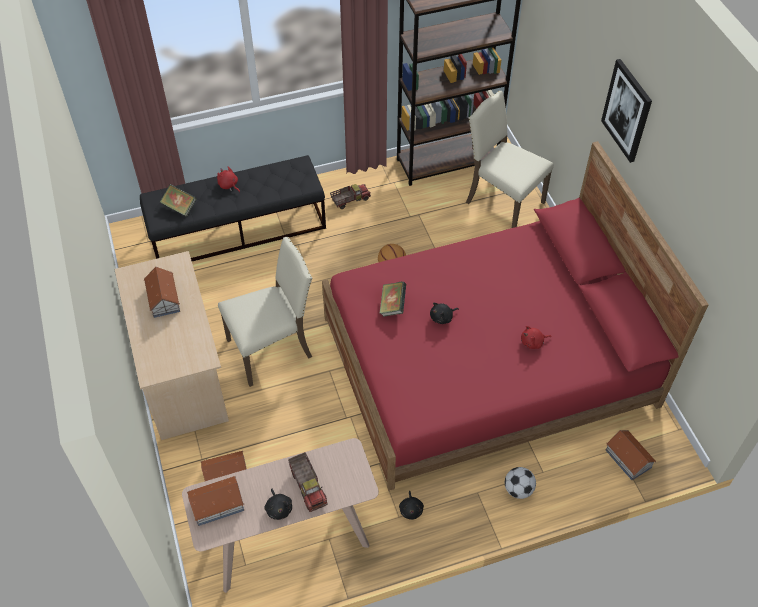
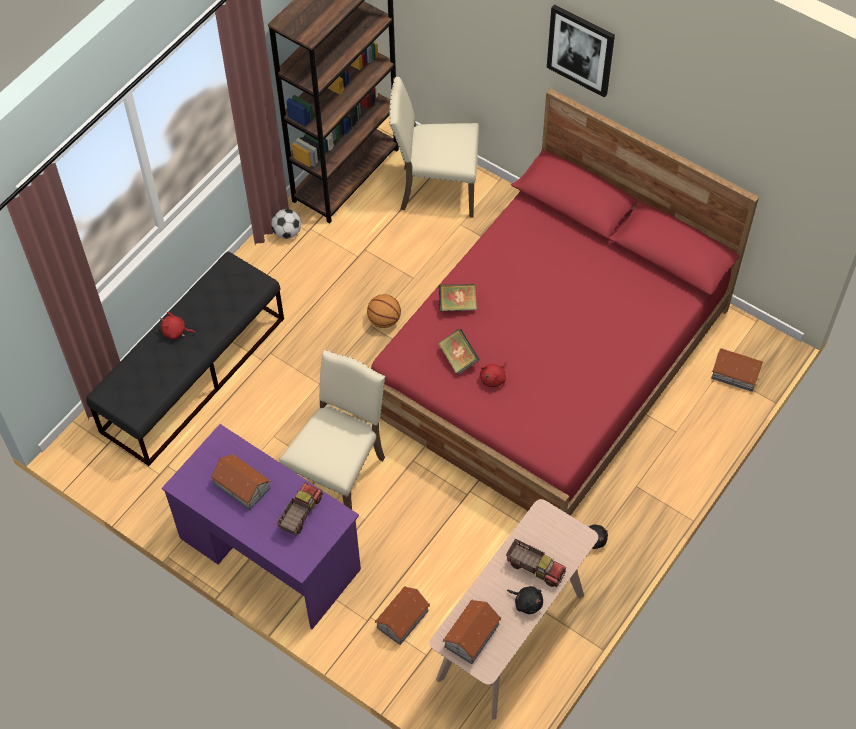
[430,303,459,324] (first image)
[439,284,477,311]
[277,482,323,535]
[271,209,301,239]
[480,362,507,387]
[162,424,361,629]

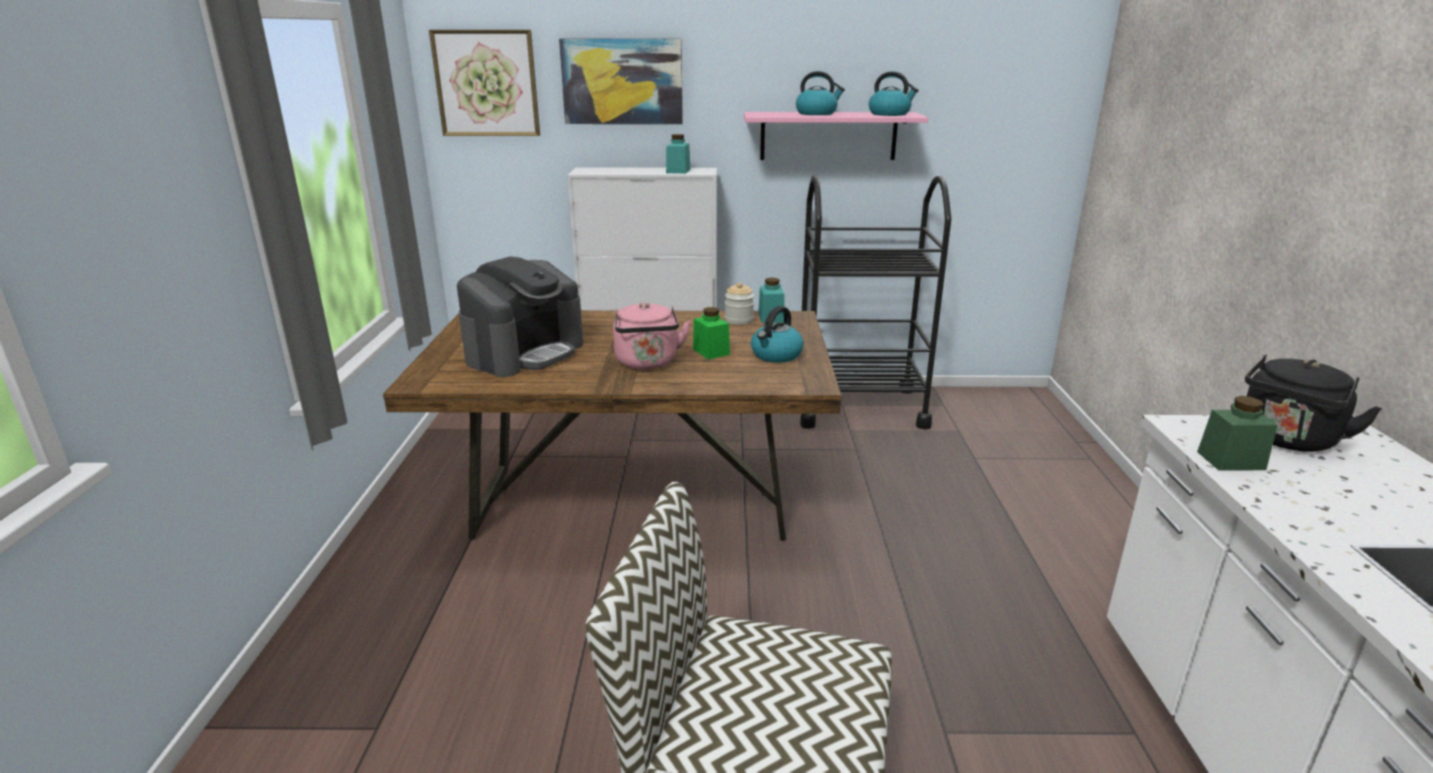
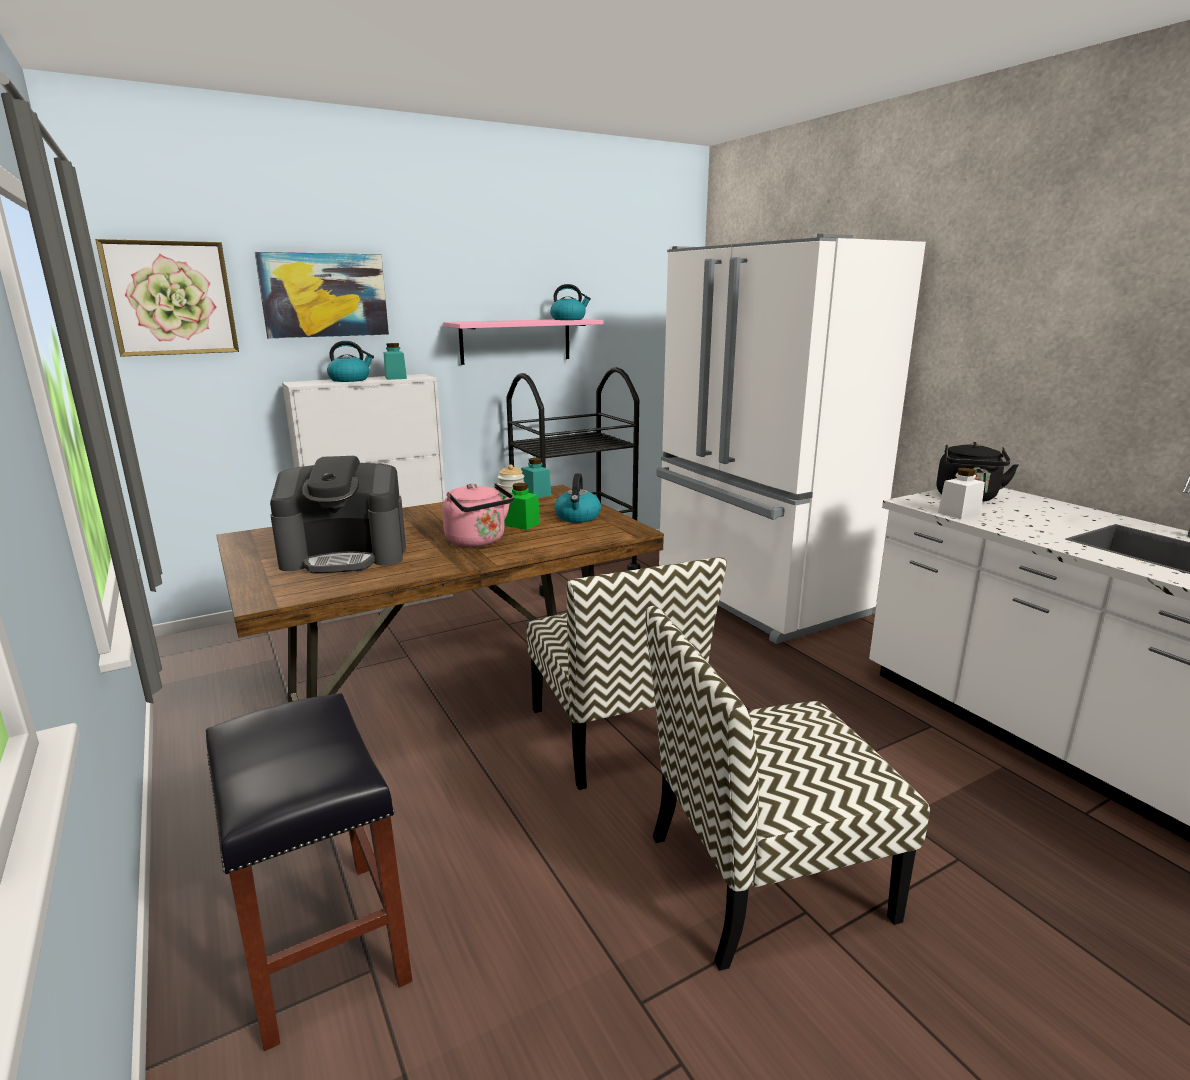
[206,693,412,1051]
[527,557,727,790]
[656,234,926,644]
[327,341,374,382]
[938,468,985,519]
[270,456,406,574]

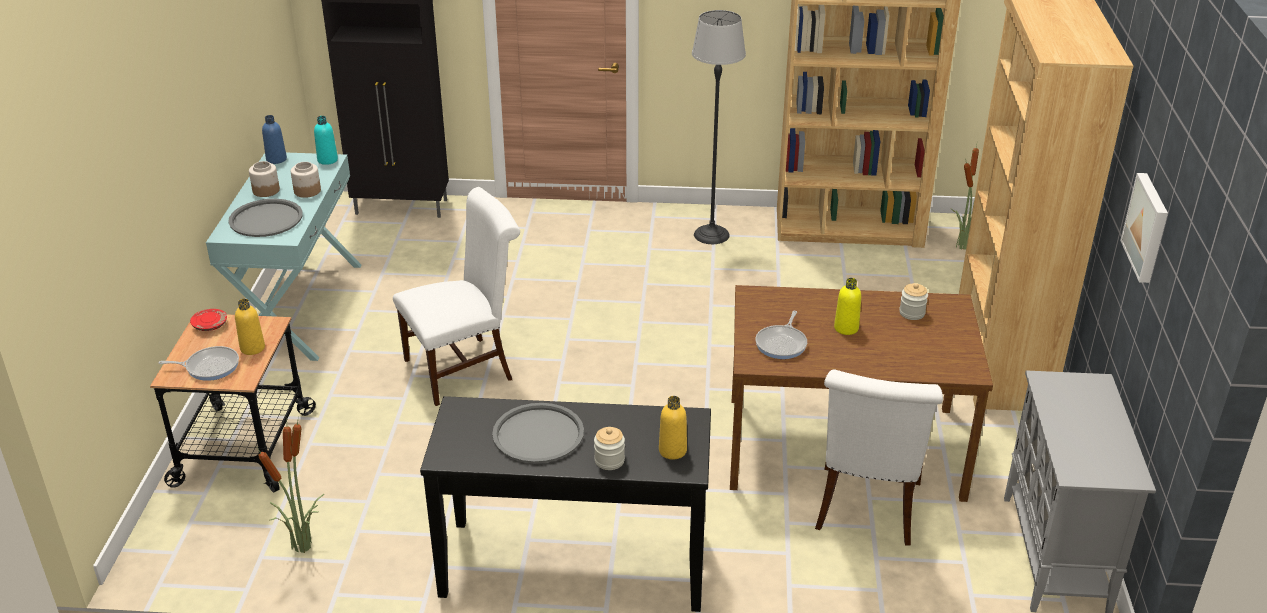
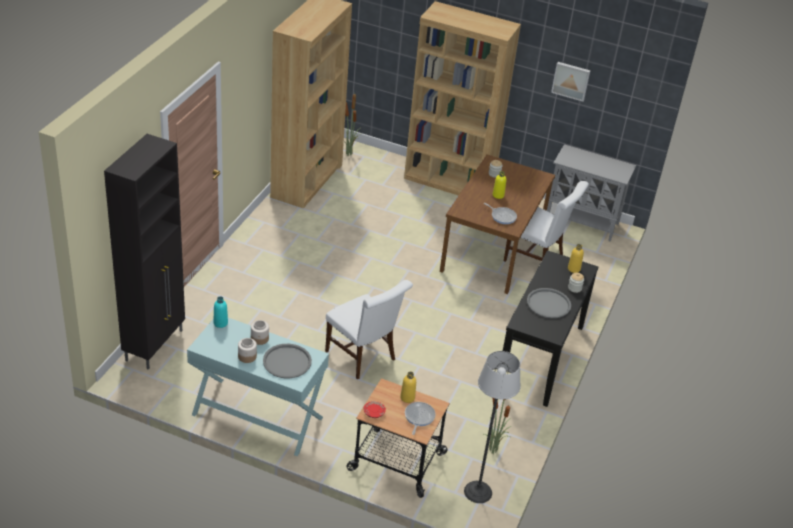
[262,115,287,164] (first image)
[464,351,521,503]
[325,280,413,379]

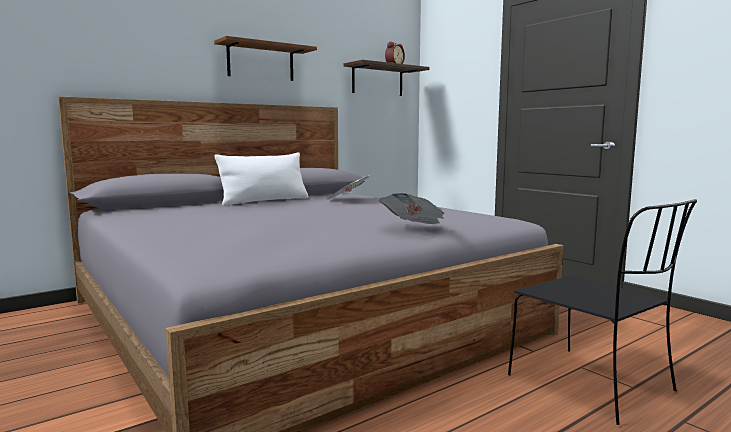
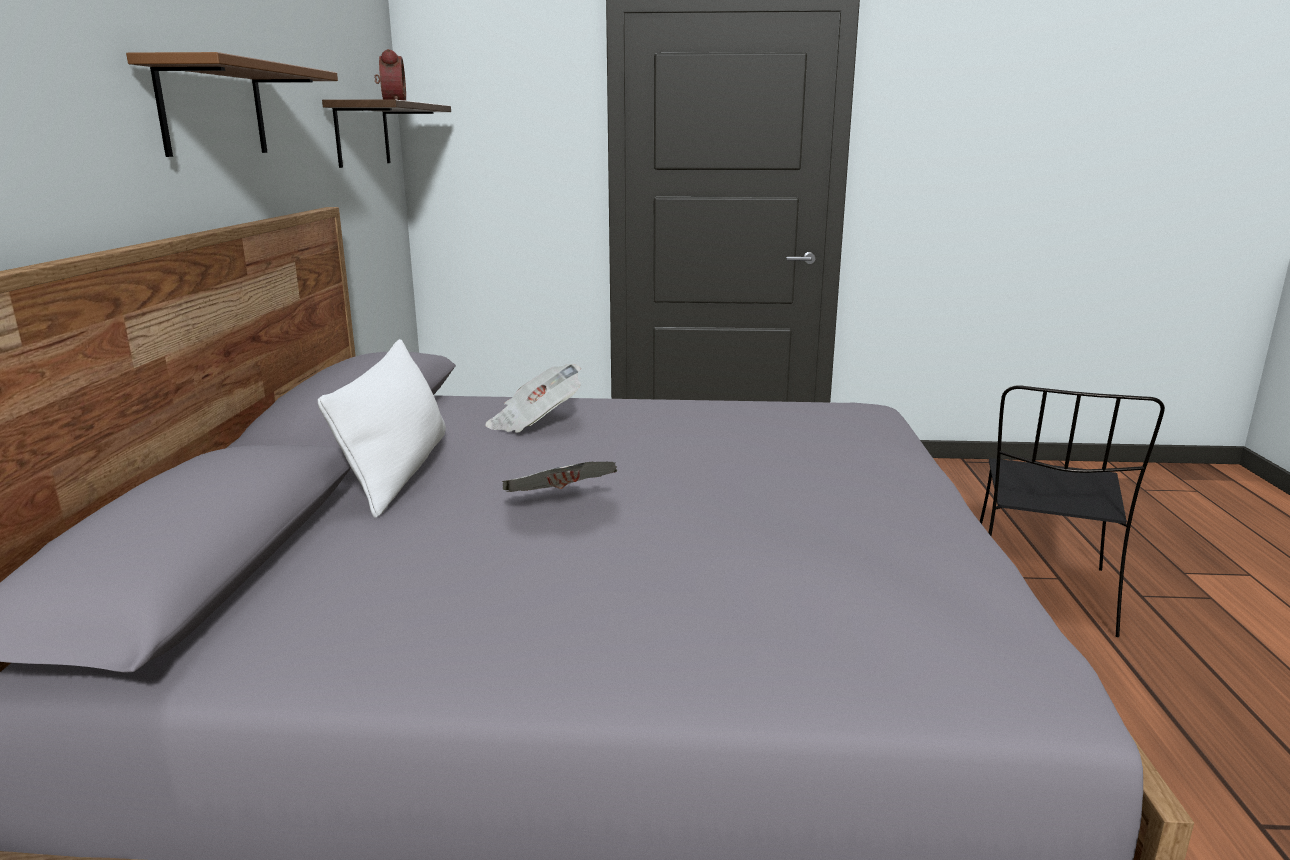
[502,462,618,492]
[980,385,1165,637]

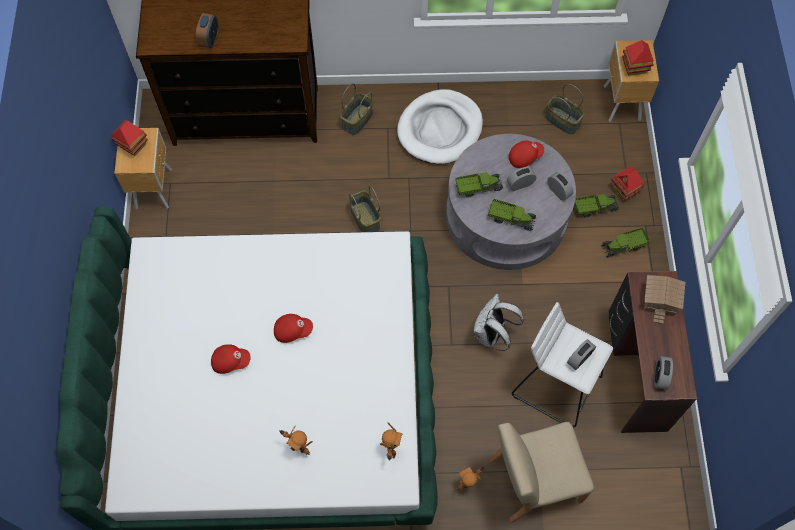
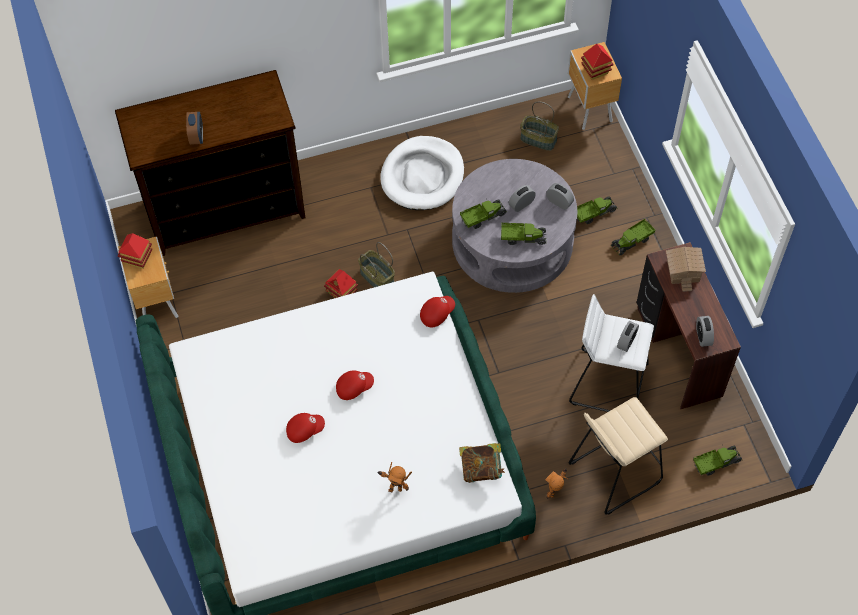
[340,83,373,135] (first image)
[474,294,523,351] (first image)
[693,446,742,475]
[420,296,455,328]
[324,269,358,298]
[459,443,505,483]
[569,397,668,515]

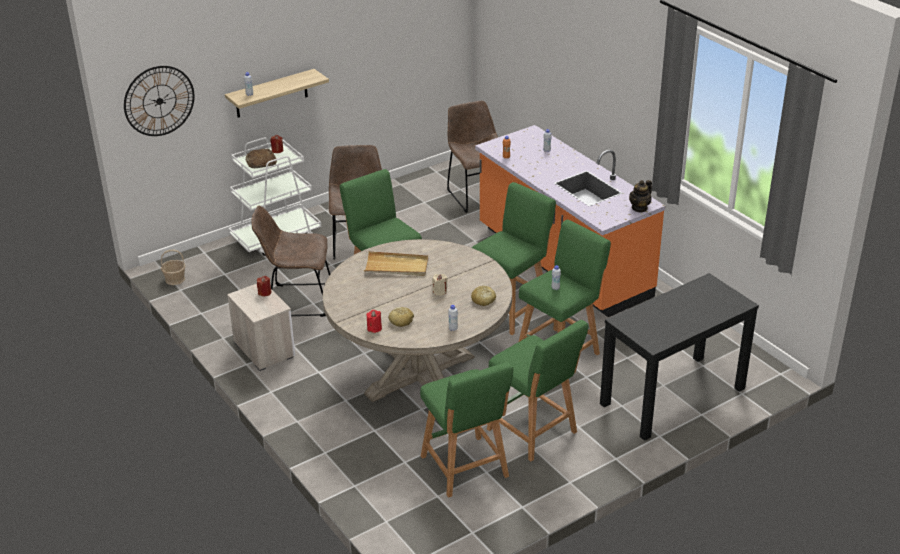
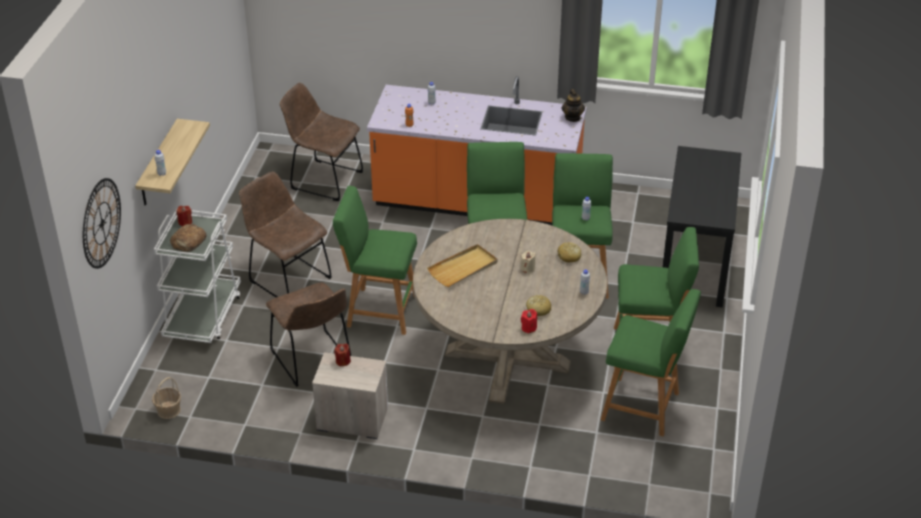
[266,283,351,387]

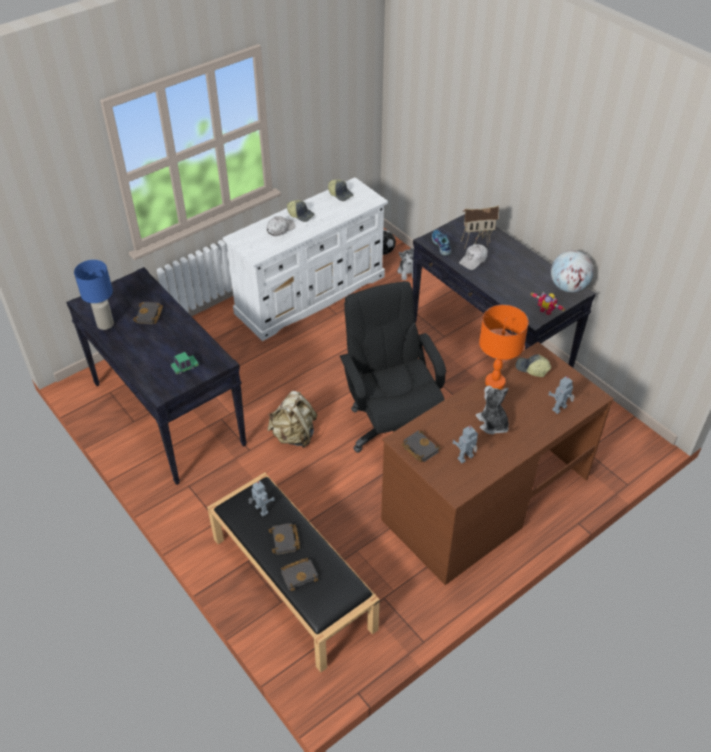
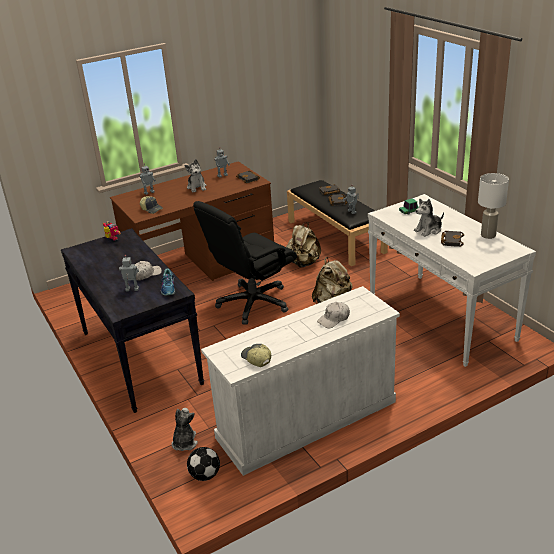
[287,200,315,222] (first image)
[479,305,529,389] (first image)
[551,250,594,292] (first image)
[286,222,321,268]
[414,199,444,237]
[119,255,139,291]
[368,194,536,367]
[478,173,509,239]
[193,201,297,325]

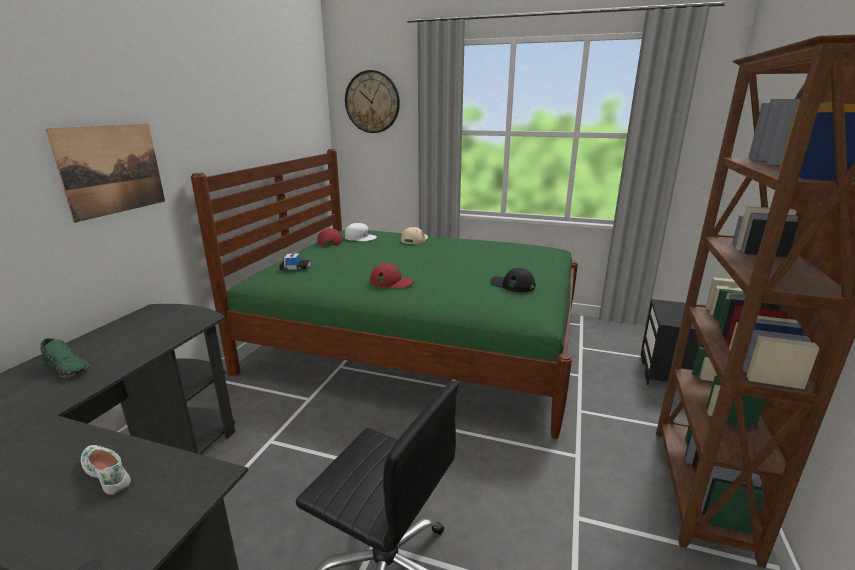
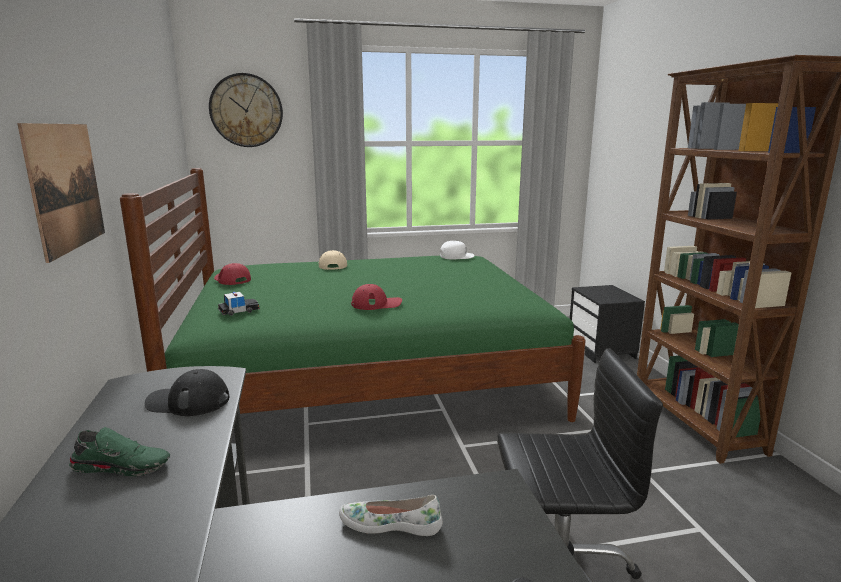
[440,241,475,259]
[145,369,230,416]

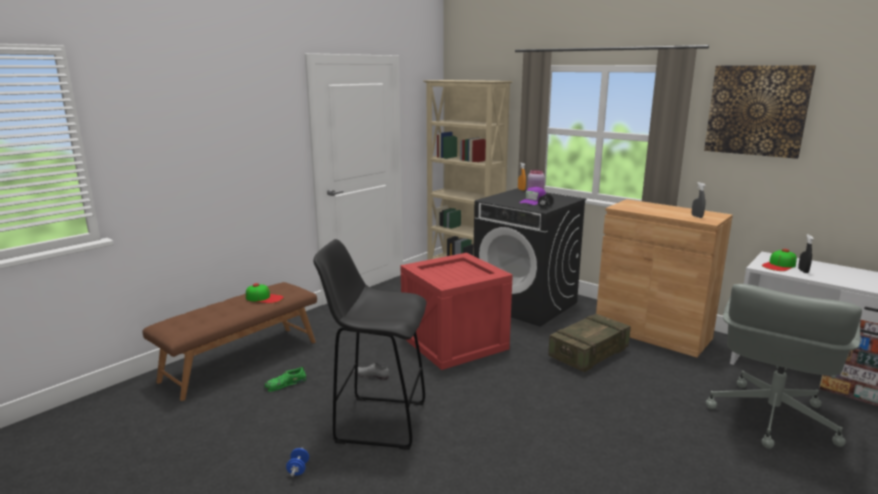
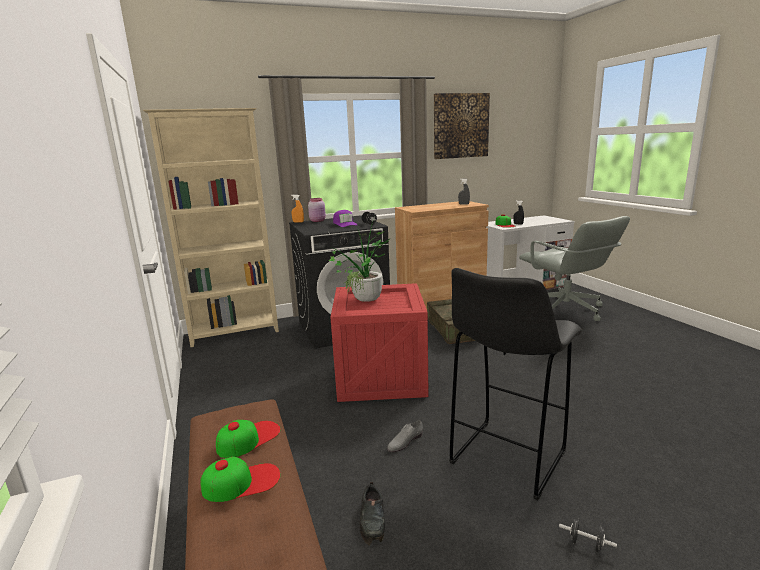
[201,457,280,502]
[329,215,390,302]
[360,482,385,546]
[559,518,617,552]

